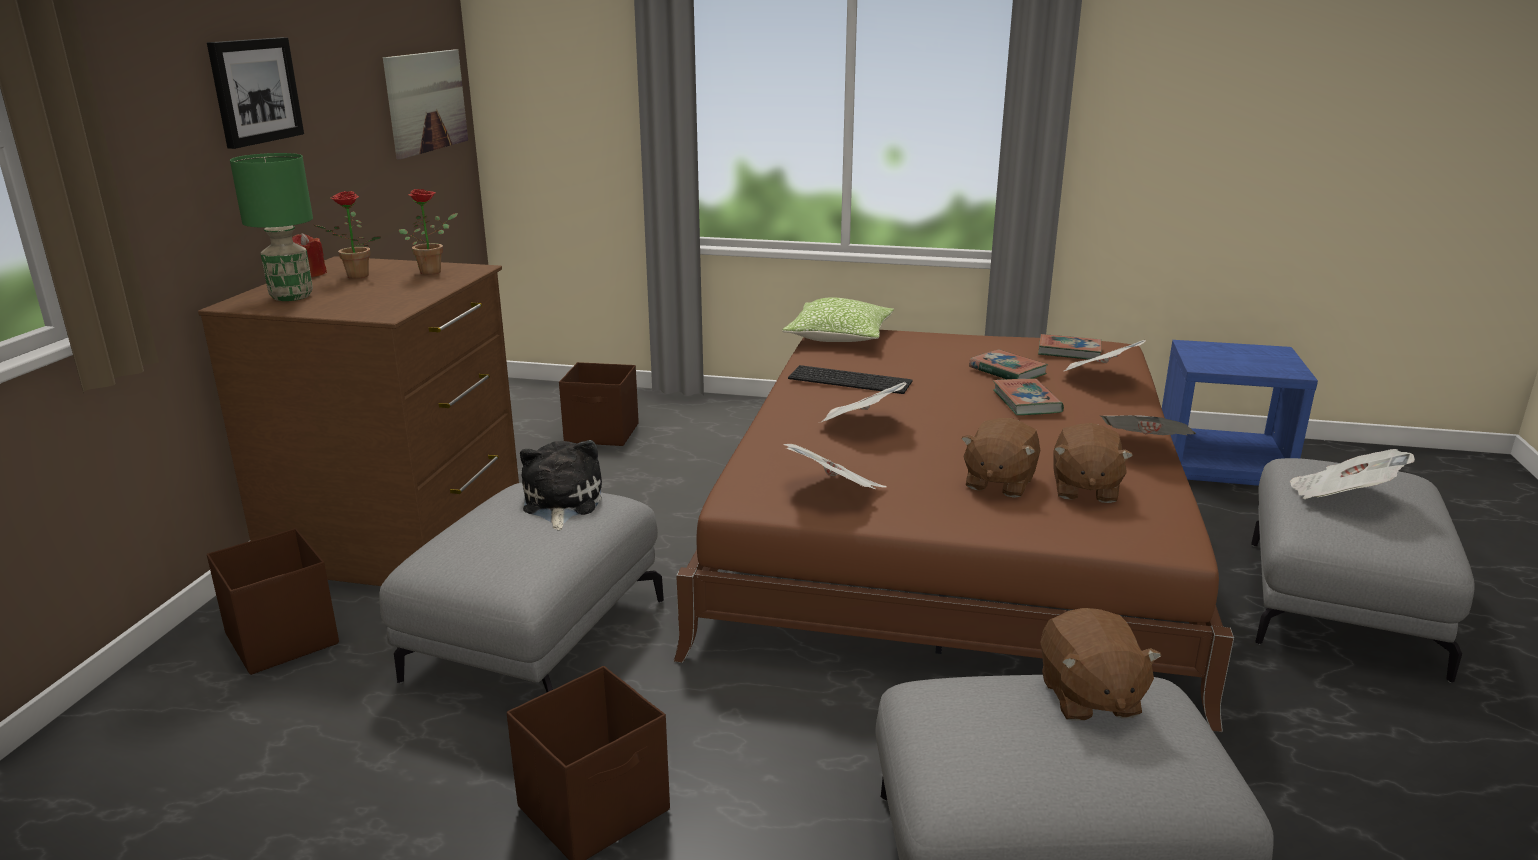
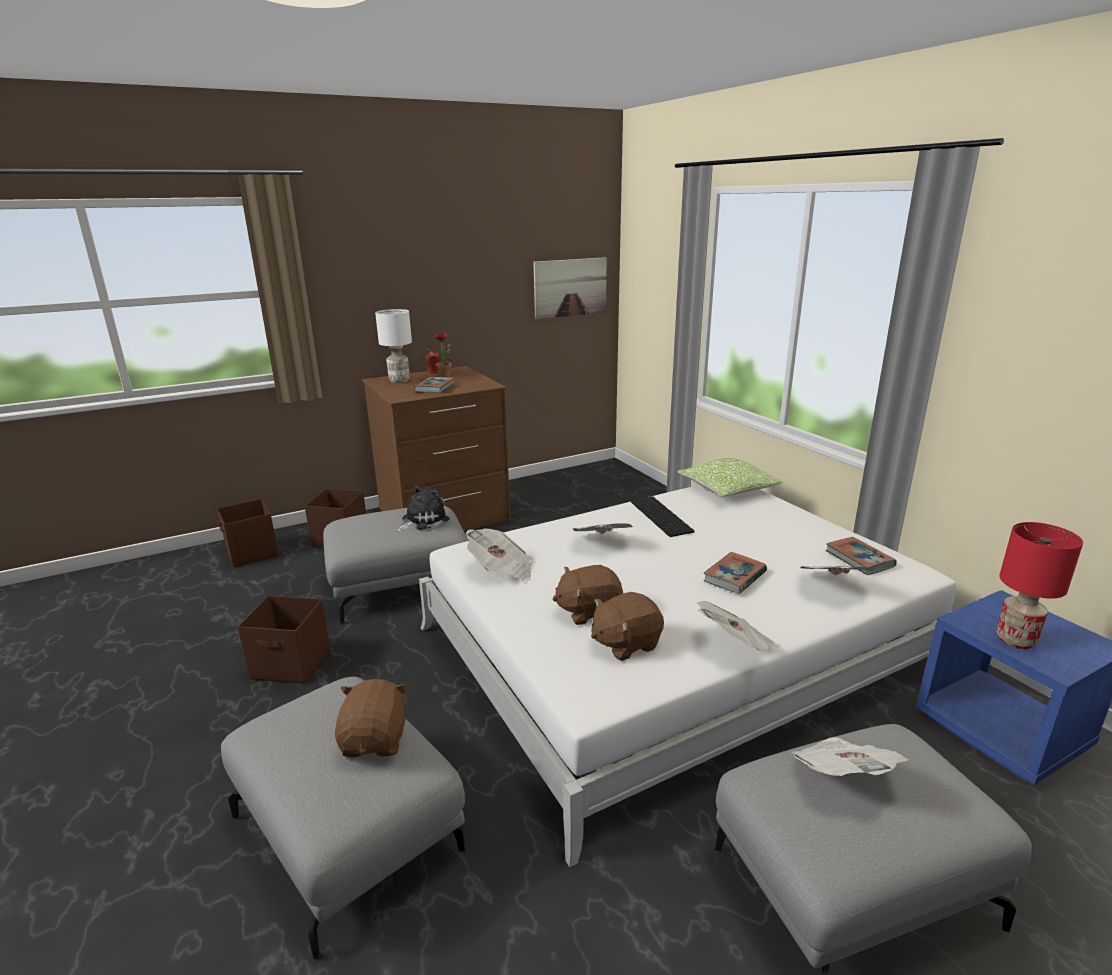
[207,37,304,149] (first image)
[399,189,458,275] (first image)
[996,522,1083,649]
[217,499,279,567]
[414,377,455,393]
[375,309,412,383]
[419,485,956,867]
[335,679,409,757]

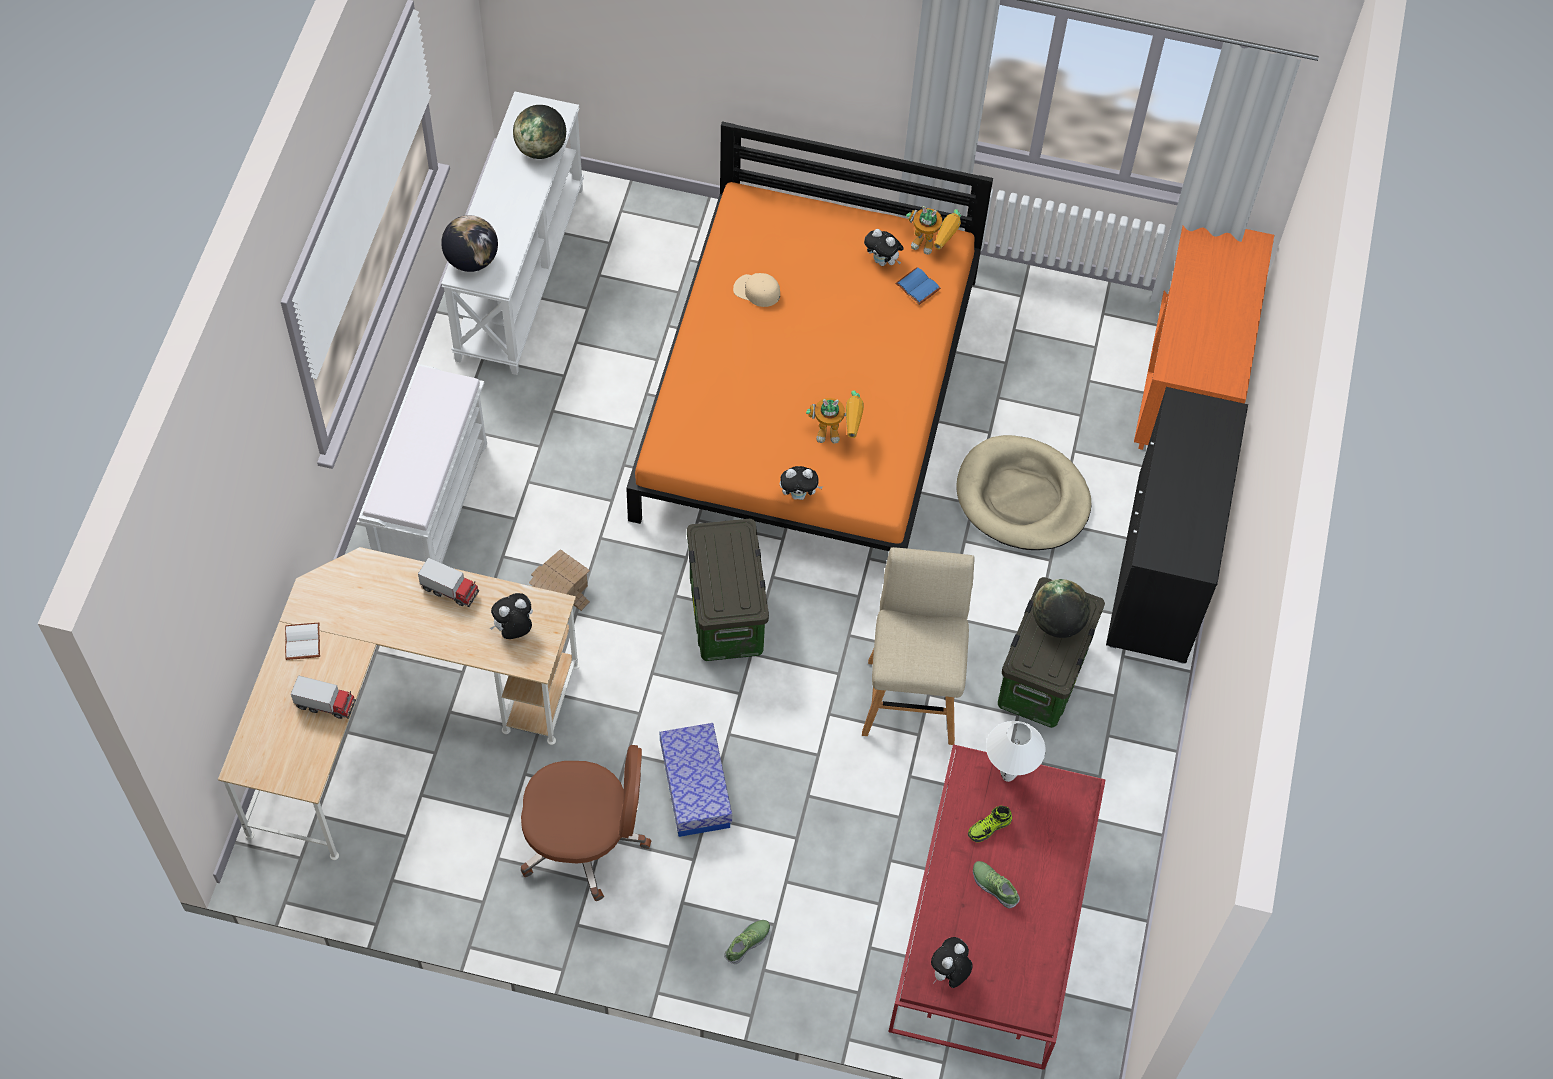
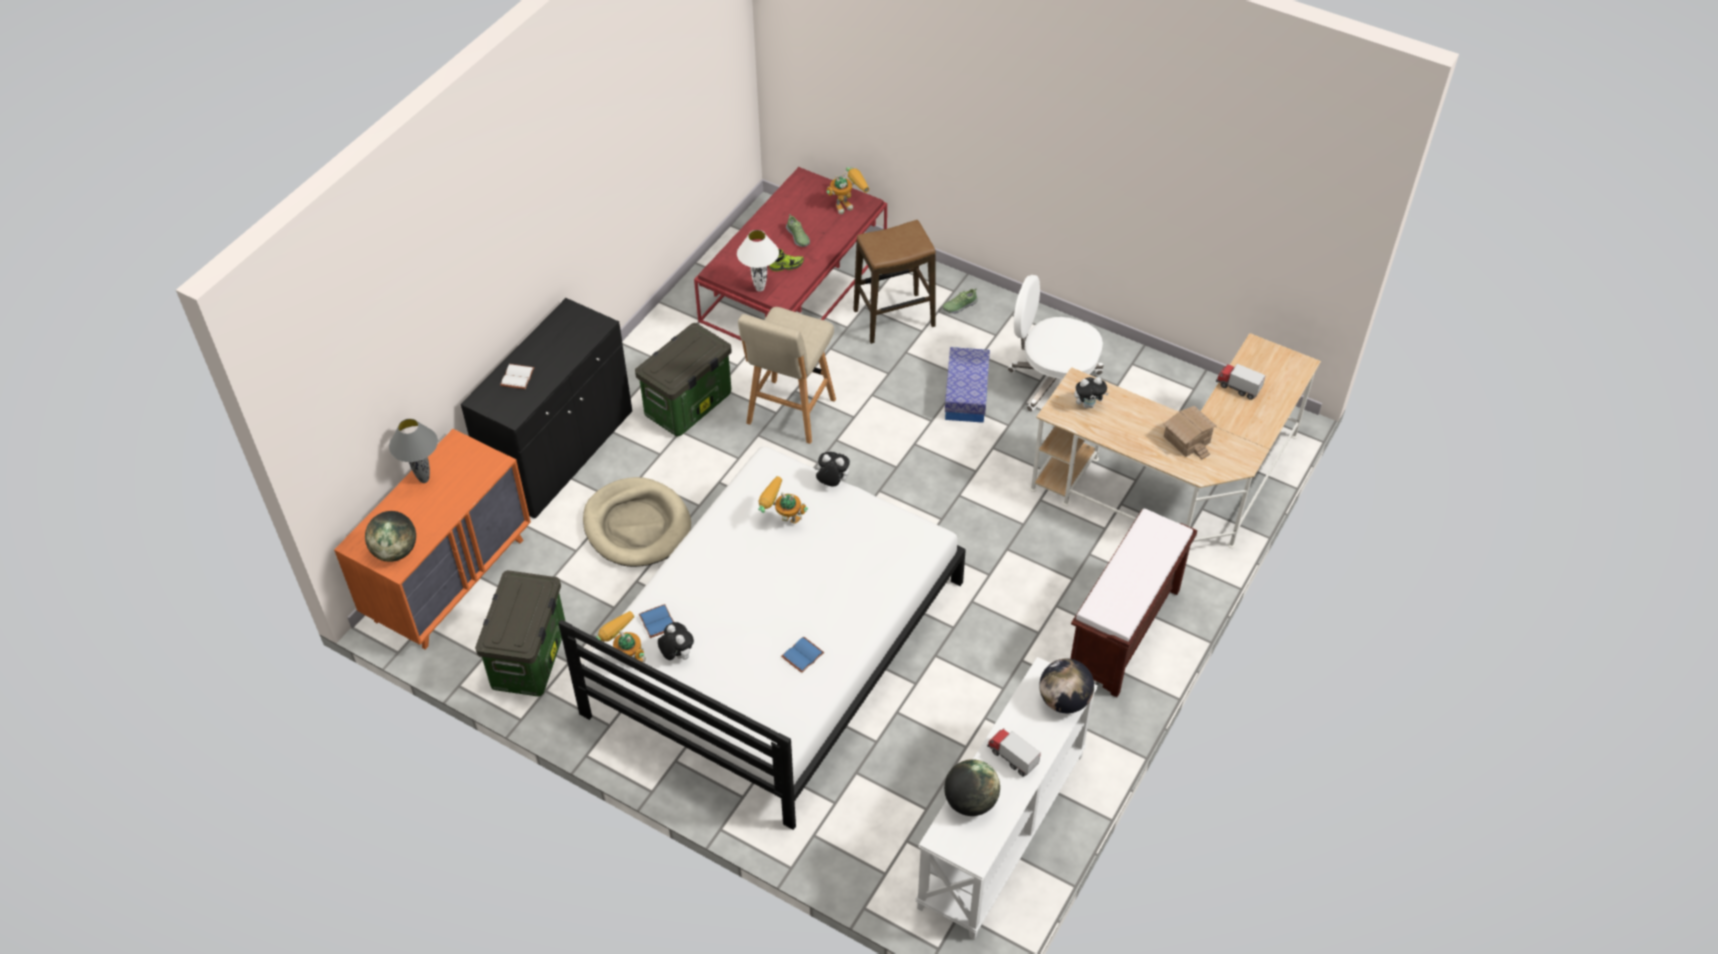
[389,419,438,483]
[853,220,936,344]
[500,364,535,389]
[987,728,1041,776]
[1164,406,1216,459]
[475,570,566,697]
[365,511,416,562]
[781,637,824,673]
[827,167,869,214]
[1070,509,1197,697]
[1008,275,1103,412]
[558,446,966,830]

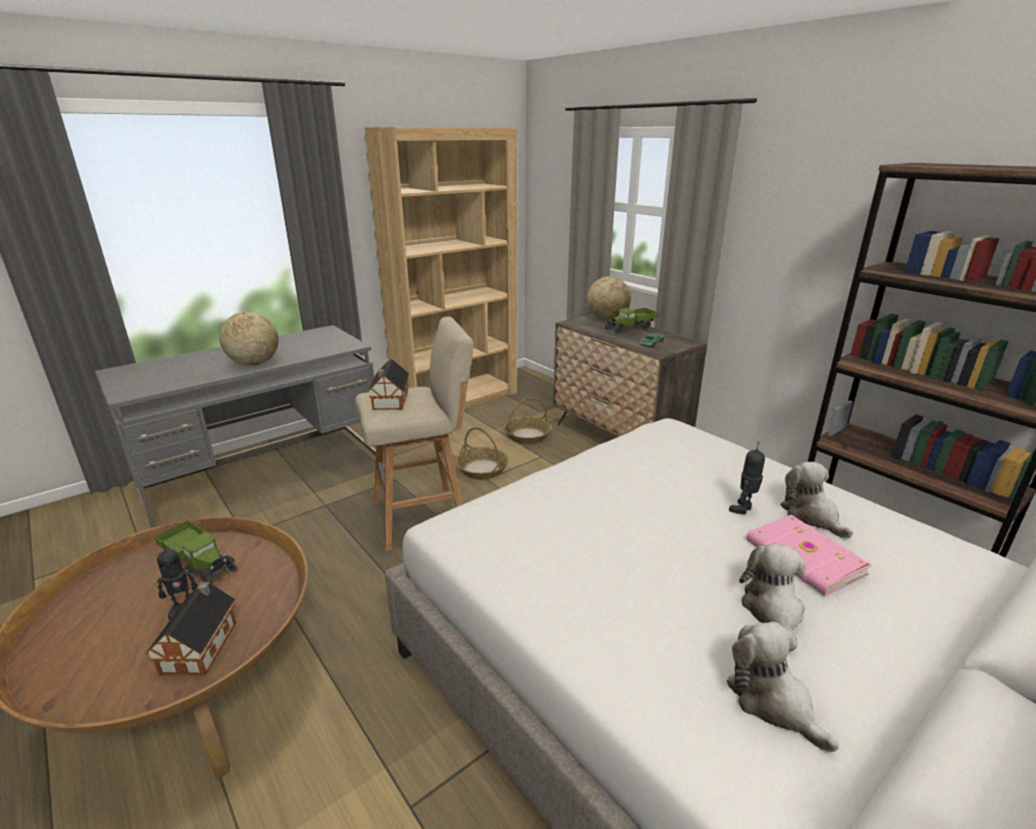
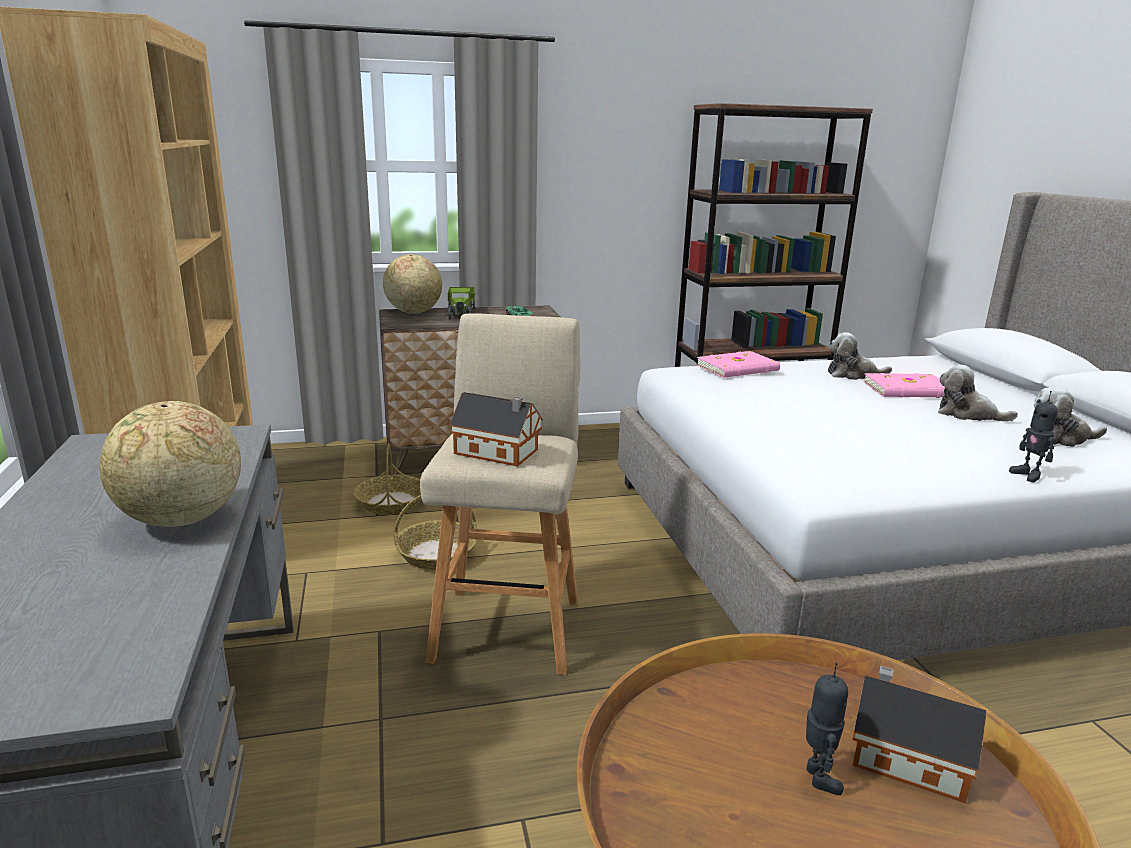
[154,520,237,584] (first image)
[697,351,780,378]
[1009,391,1058,482]

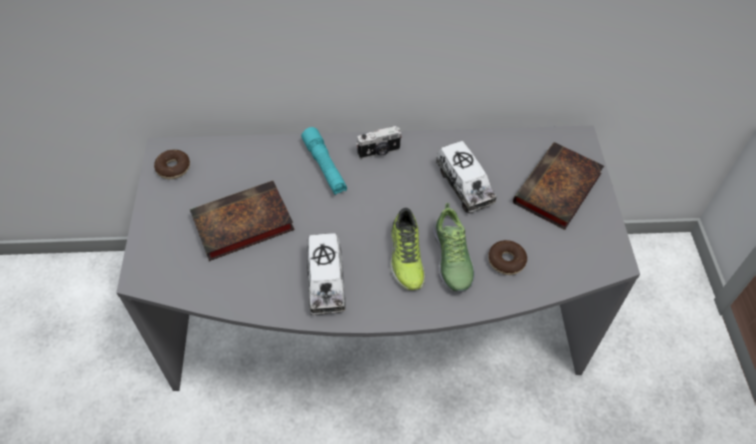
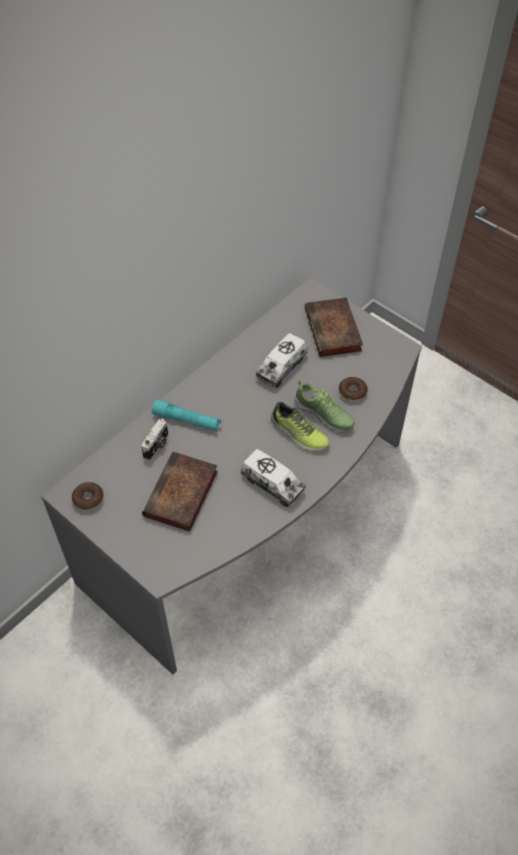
[141,419,168,461]
[256,333,308,388]

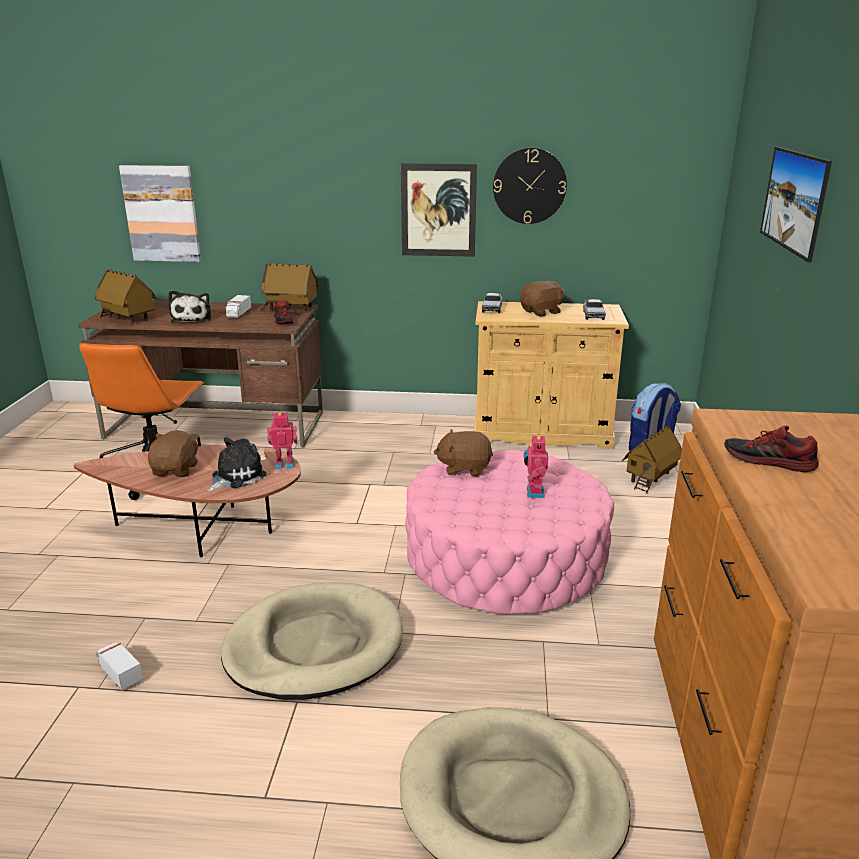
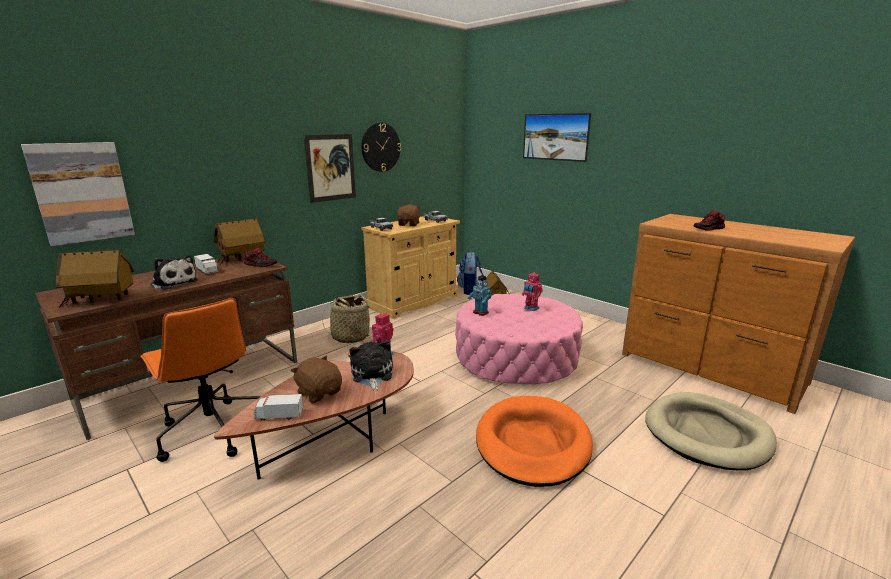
[322,295,371,343]
[254,394,303,421]
[468,275,491,316]
[476,396,593,487]

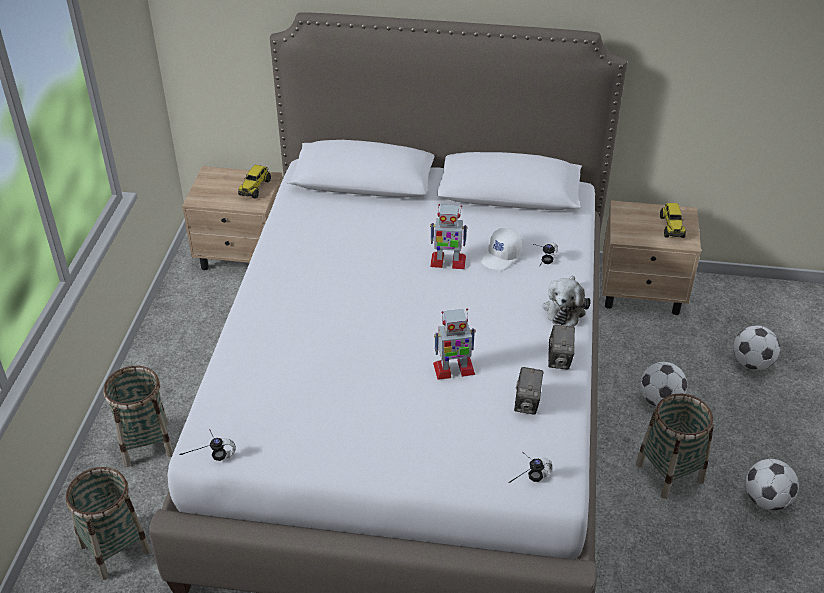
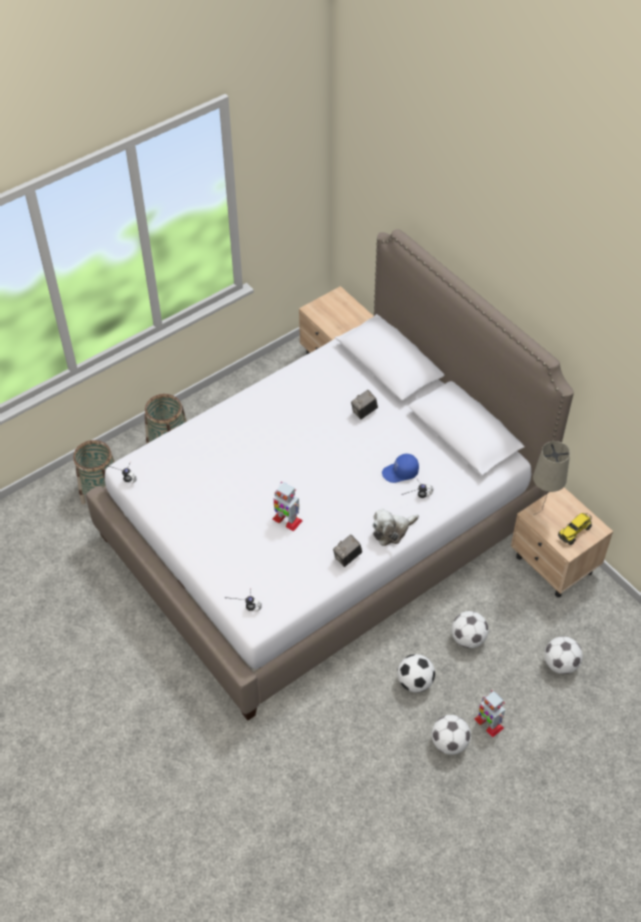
[238,165,271,199] (first image)
[533,441,570,515]
[474,690,505,737]
[351,390,378,419]
[397,654,435,693]
[382,454,419,483]

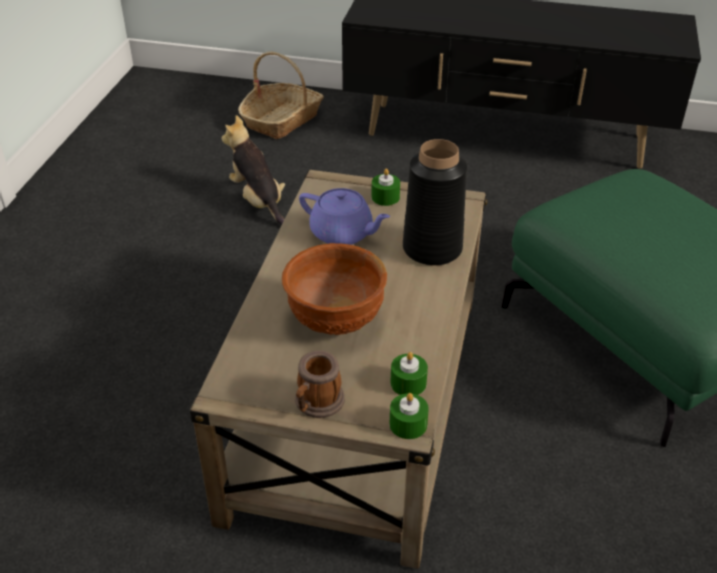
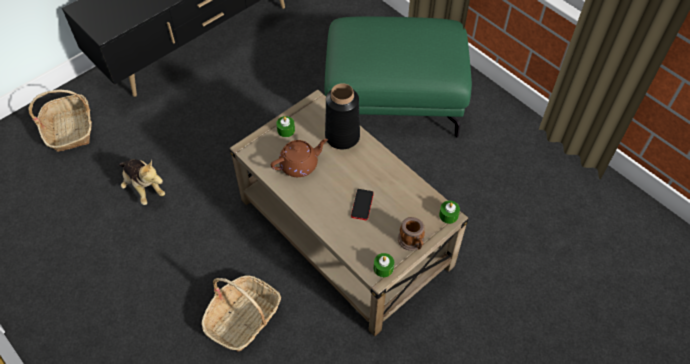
[201,275,281,352]
[374,253,394,277]
[351,189,374,220]
[271,139,328,177]
[119,159,165,205]

